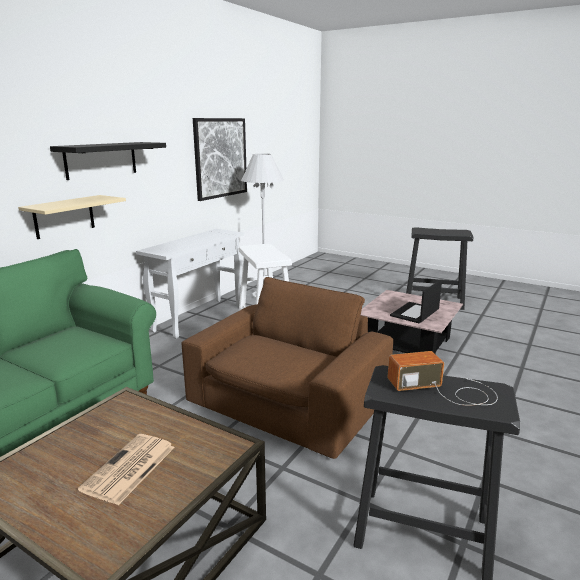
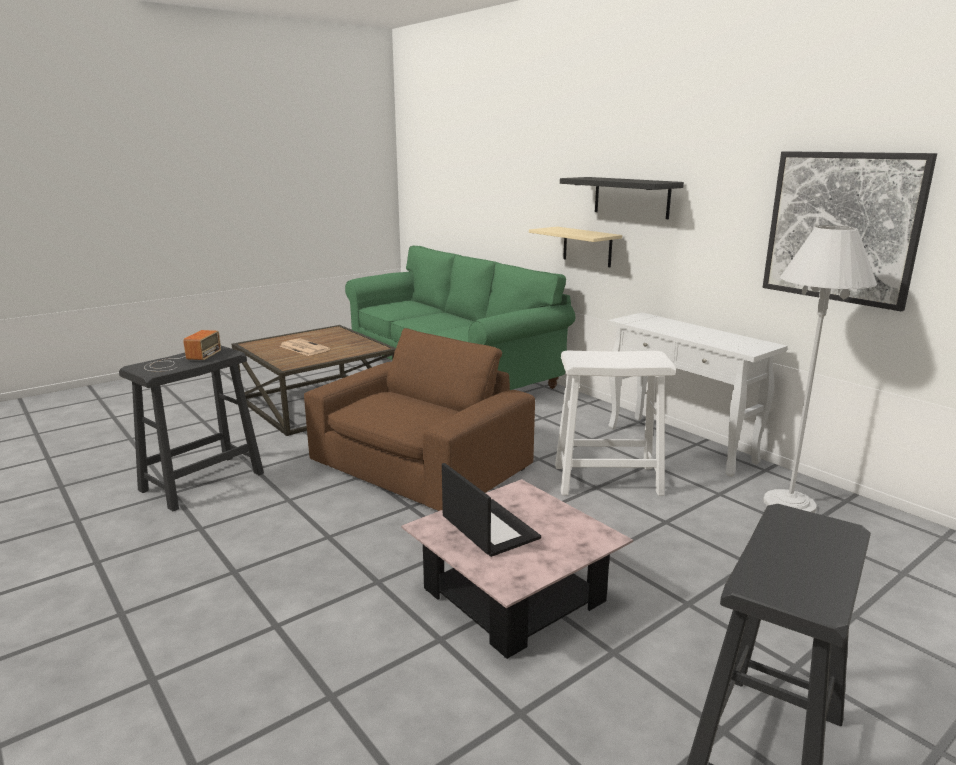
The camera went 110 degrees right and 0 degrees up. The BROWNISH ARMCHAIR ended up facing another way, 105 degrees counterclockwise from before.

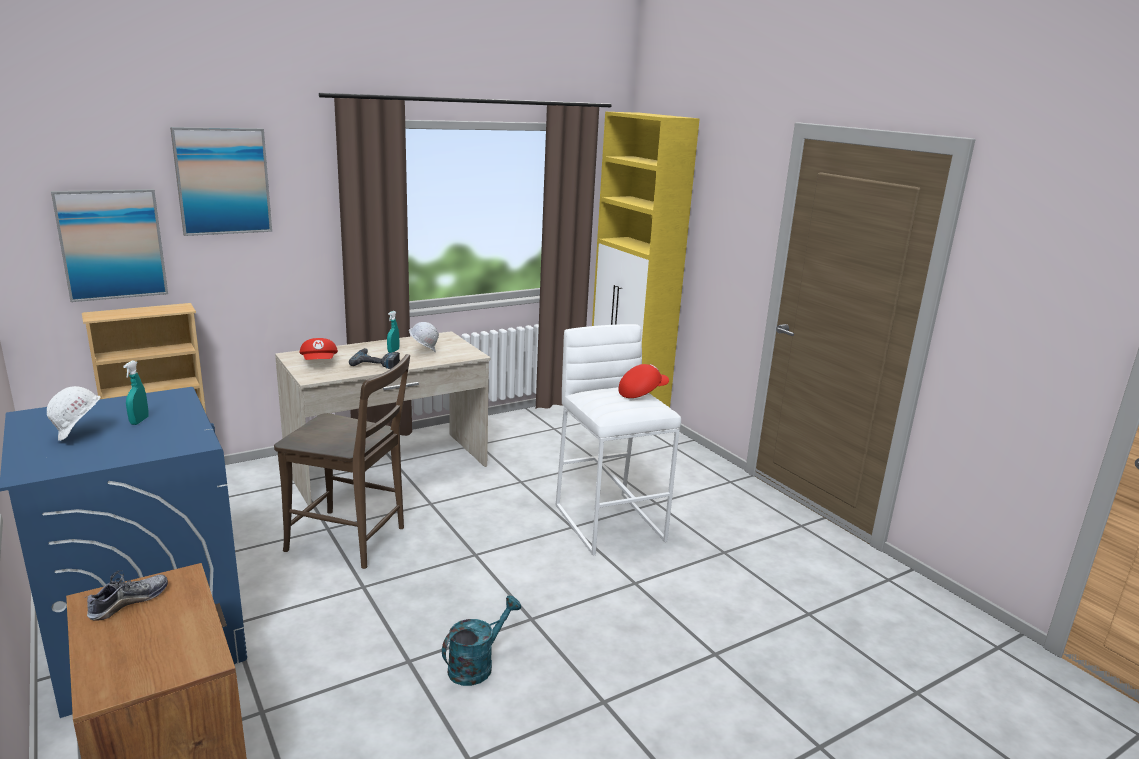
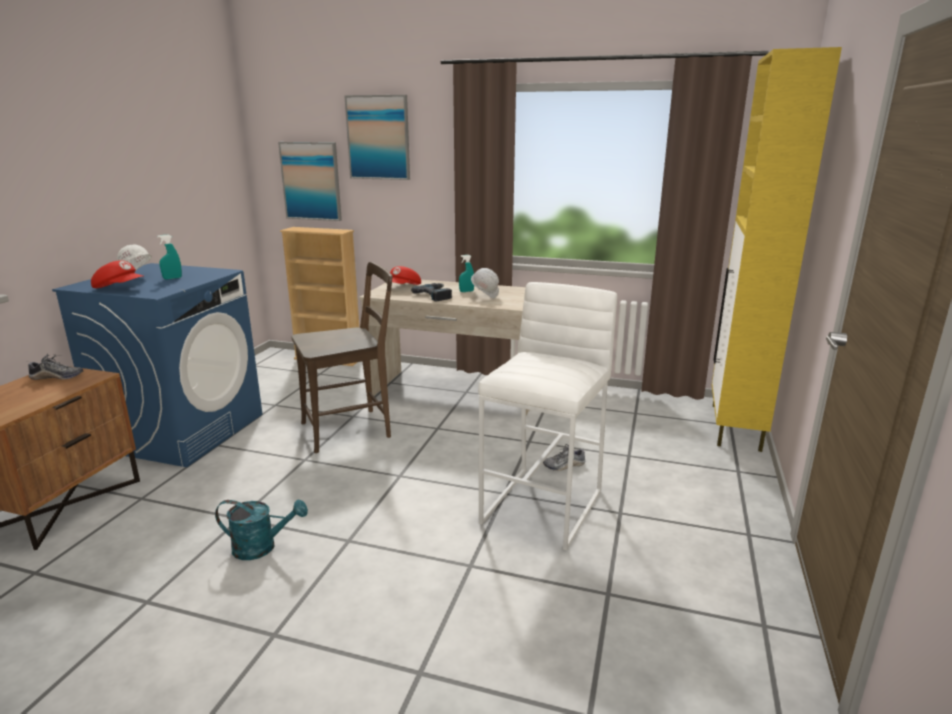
The camera went 50 degrees right and 0 degrees up. The second view gained the ITEM OF FOOTWEAR (2nd from left). The RED-COLOURED CAP (2nd from left in the first image) ended up elsewhere. The BROWNISH PLAIN CHAIR ended up facing another way, 90 degrees counterclockwise from before.

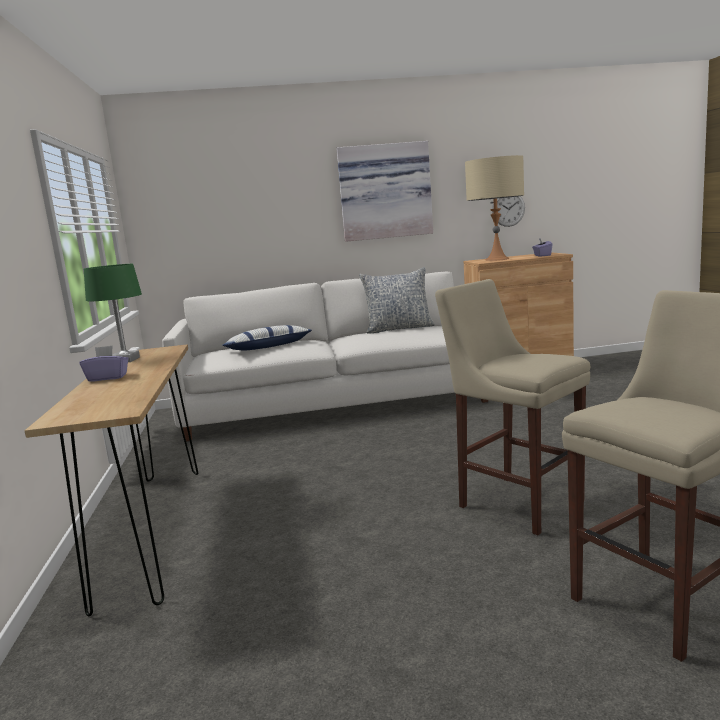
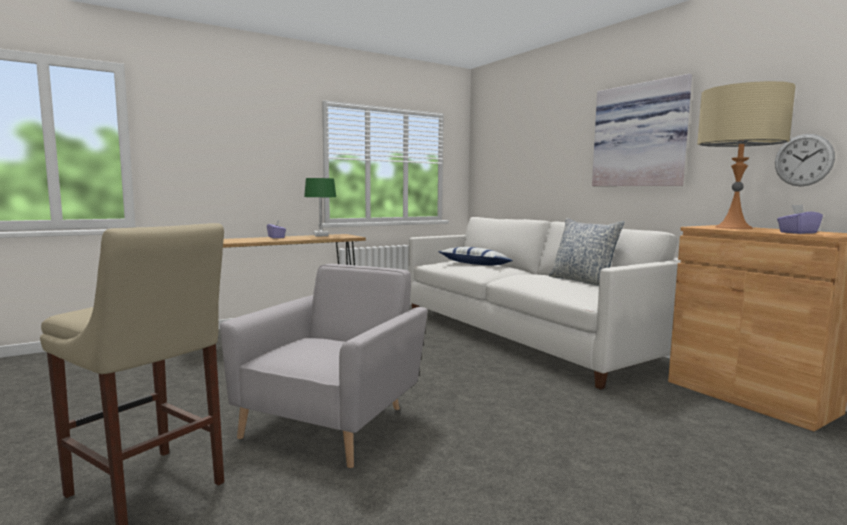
The camera went 65 degrees right and 5 degrees down. Where the BEIGE STOOL (1st from left) stood, the GRAY ARMCHAIR came to stand.

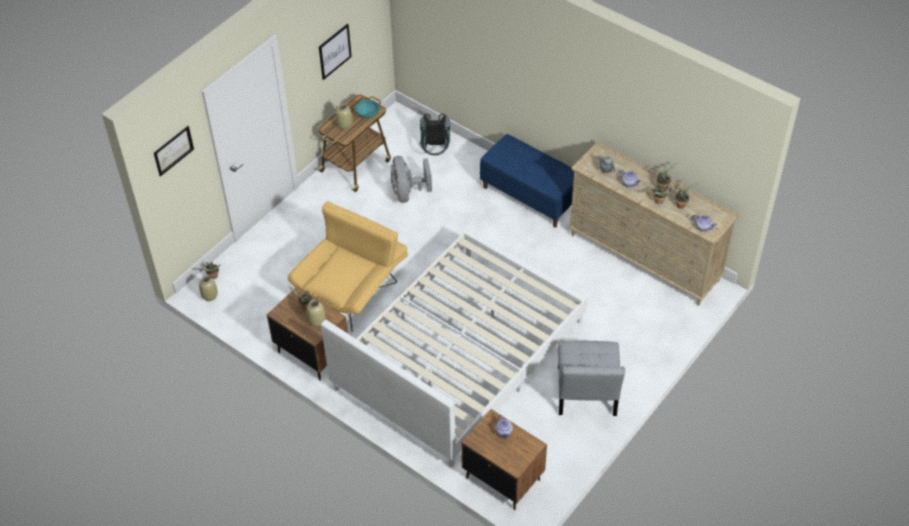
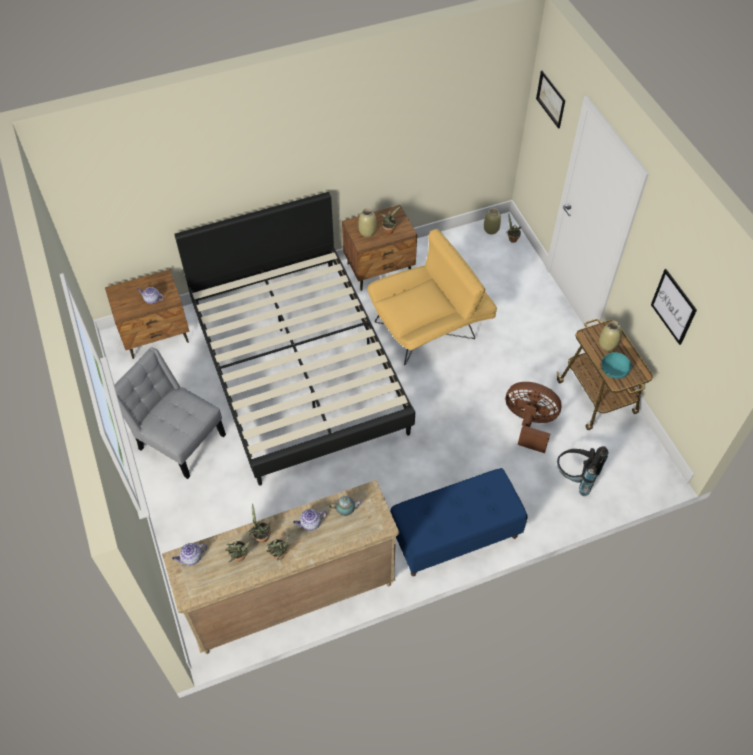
The camera went 120 degrees right and 5 degrees up. What was the WHITE-COLOURED BEDROOM BED turned into the BLACKISH BEDROOM BED. What was the GRAY COOLING FAN turned into the BROWNISH COOLING FAN. The YELLOW-COLOURED ARMCHAIR ended up facing another way, 90 degrees counterclockwise from before.

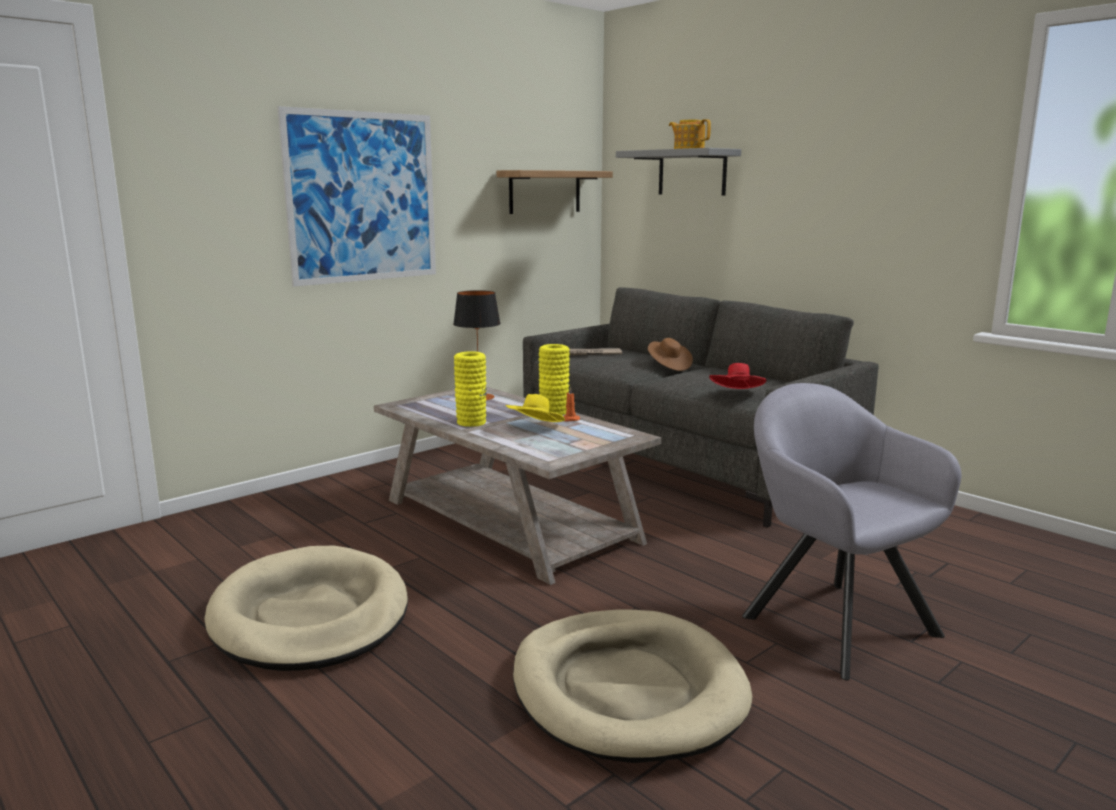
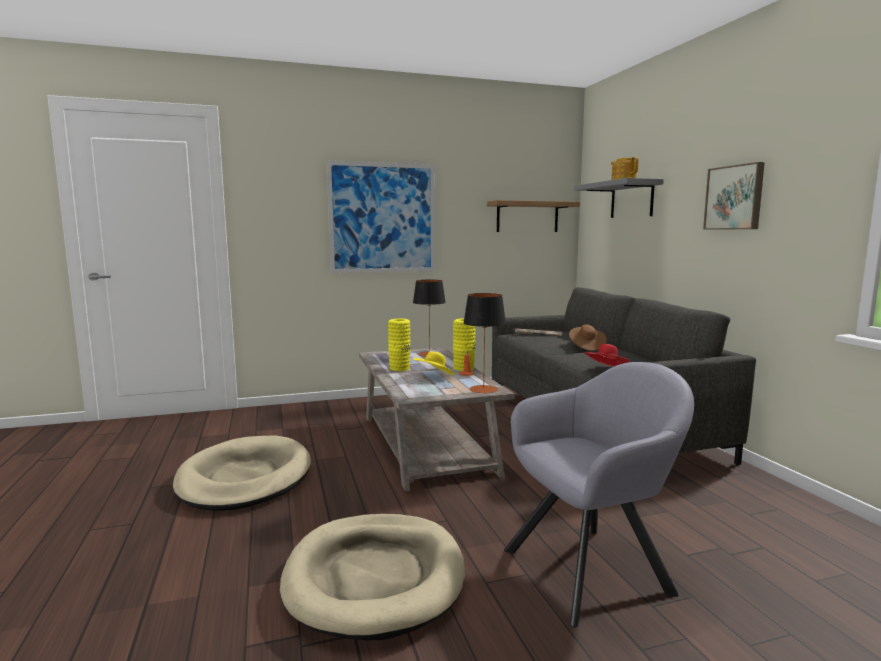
The camera went 25 degrees right and 5 degrees down. The second view gained the TABLE LAMP (2nd from left). The second view gained the PICTURE (2nd from left). The GRAY ARMCHAIR ended up facing another way, 75 degrees clockwise from before.

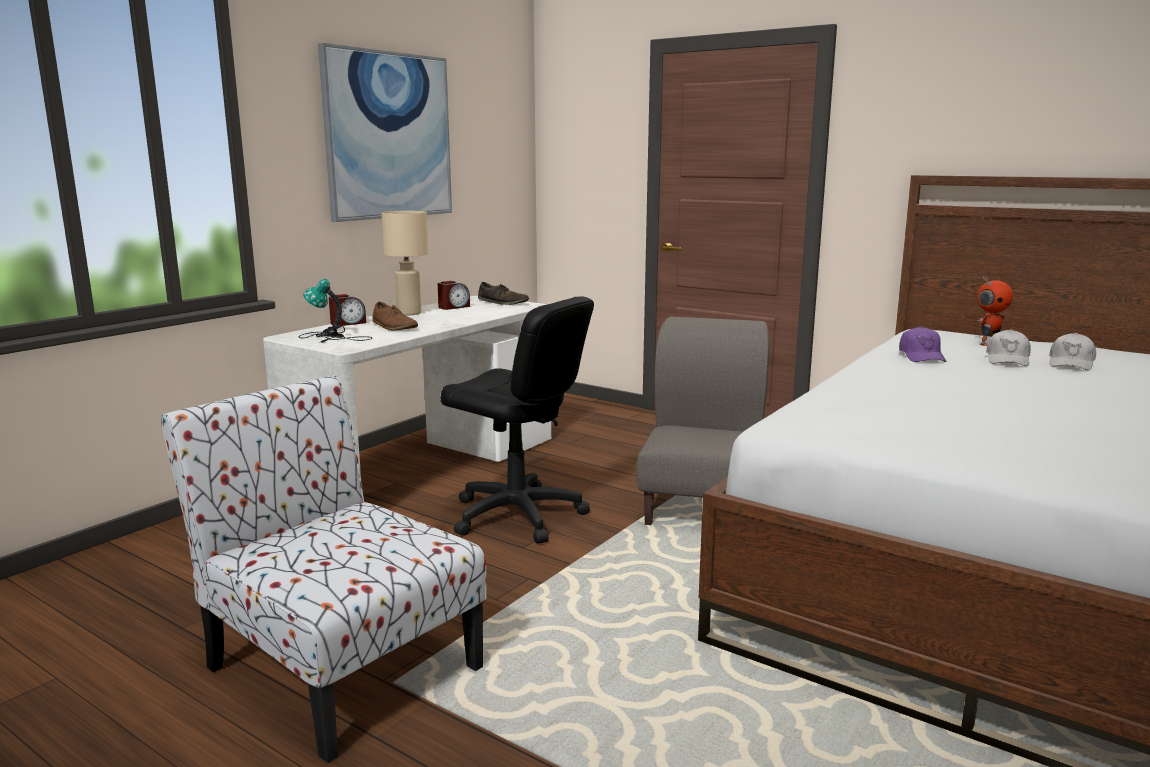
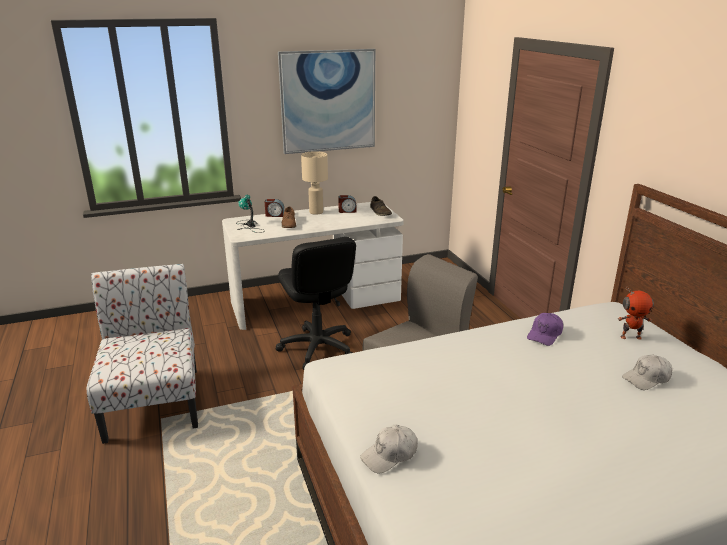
The camera went 35 degrees right and 10 degrees up. The WHITE-COLOURED CAP (1st from left) ended up elsewhere.

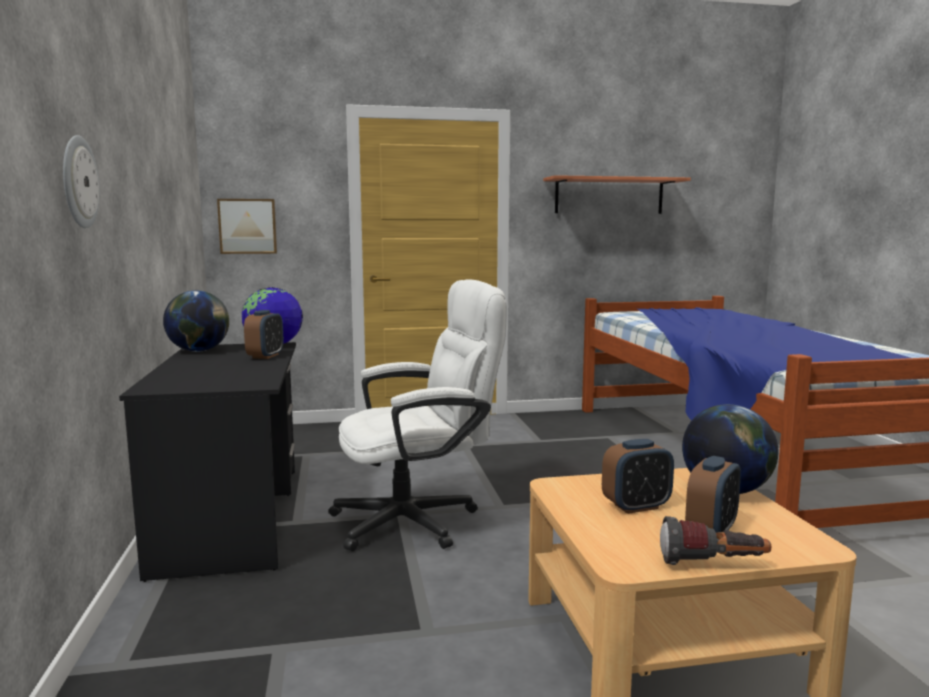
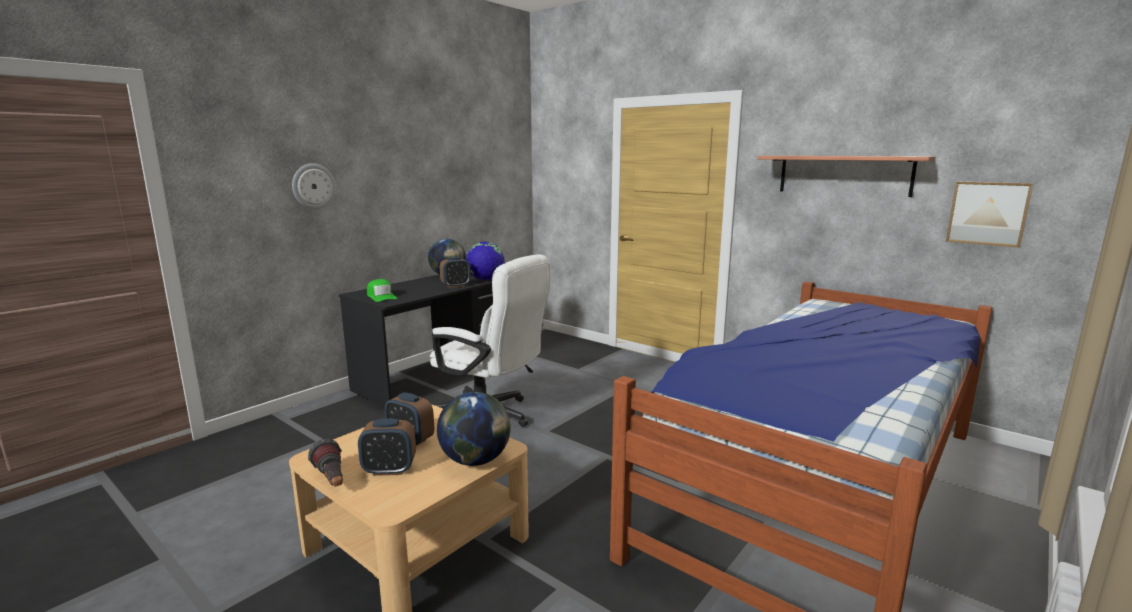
The camera went 50 degrees right and 5 degrees up. The second view gained the GREENISH CAP. The PICTURE ended up elsewhere.

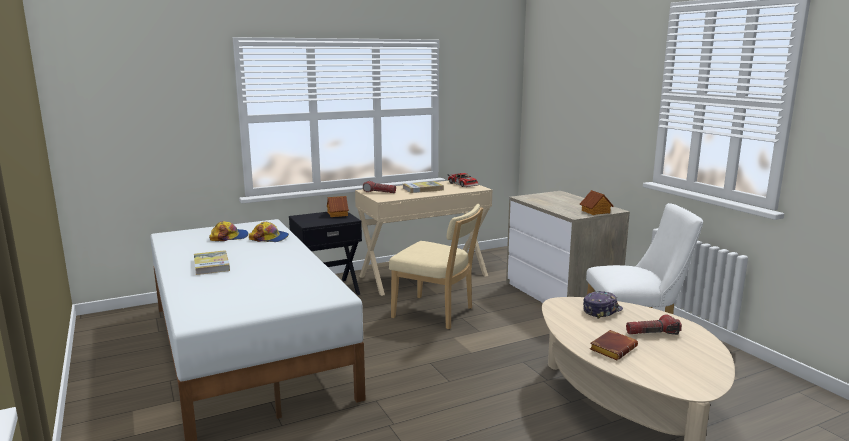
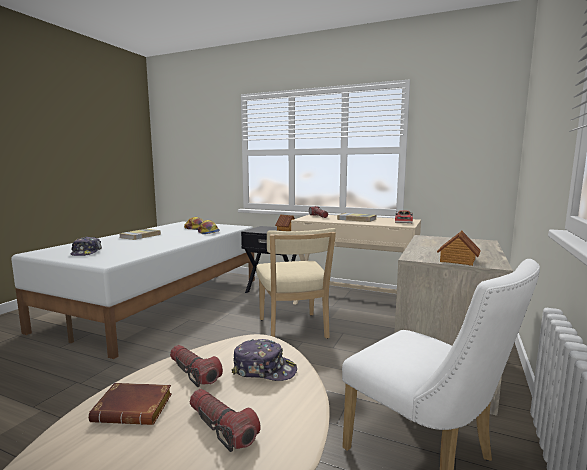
The camera went 50 degrees right and 5 degrees down. The second view gained the CAP (1st from left). The second view gained the TORCH (1st from left).

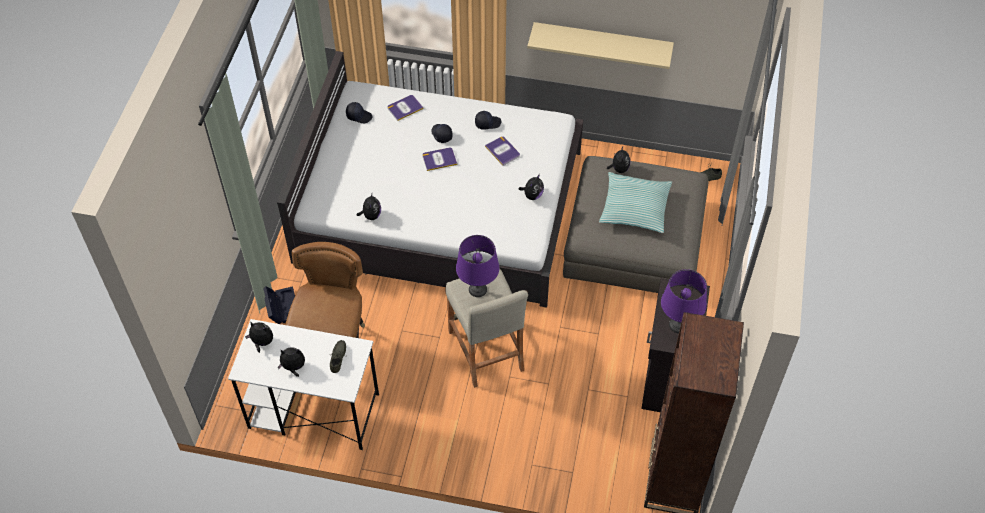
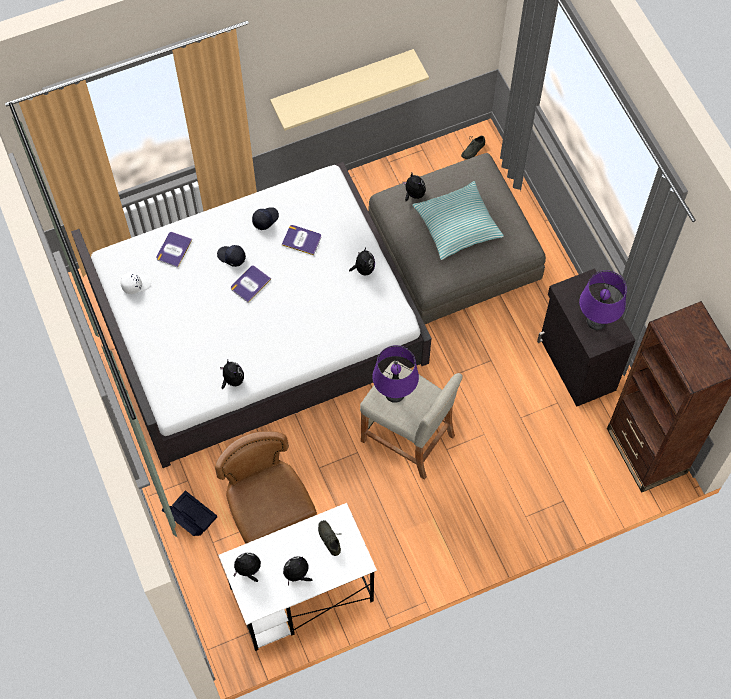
The camera went 35 degrees left and 10 degrees up. What was the BLACKISH CAP (1st from left) turned into the WHITE-COLOURED CAP.

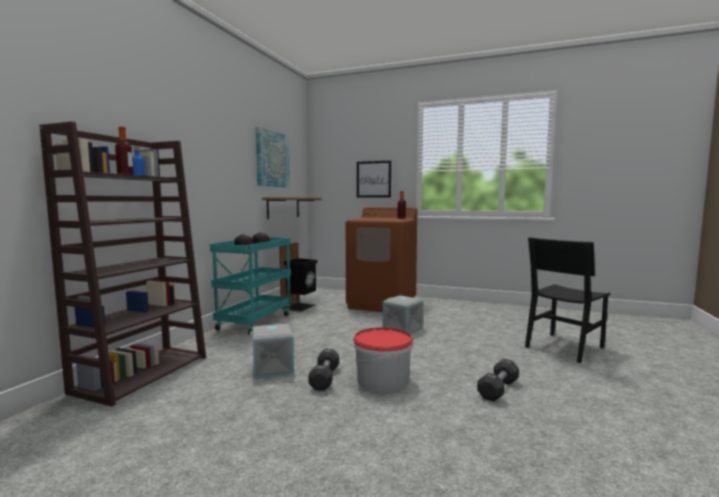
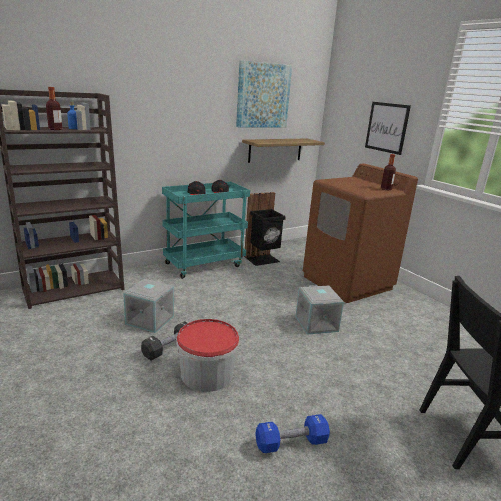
The camera went 35 degrees right and 15 degrees up. What was the BLACKISH HAND WEIGHT (2nd from left) turned into the BLUE HAND WEIGHT.

